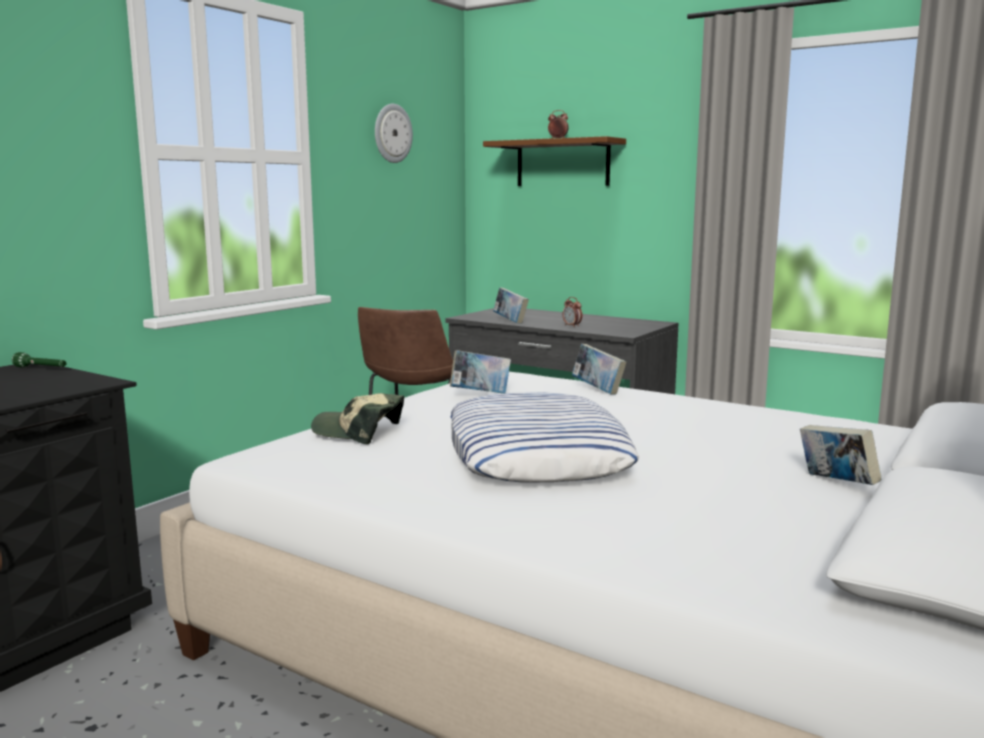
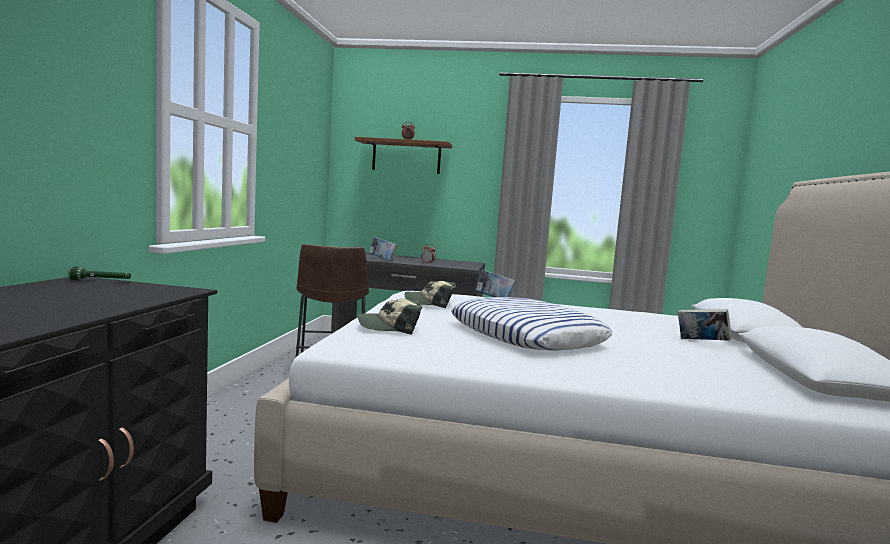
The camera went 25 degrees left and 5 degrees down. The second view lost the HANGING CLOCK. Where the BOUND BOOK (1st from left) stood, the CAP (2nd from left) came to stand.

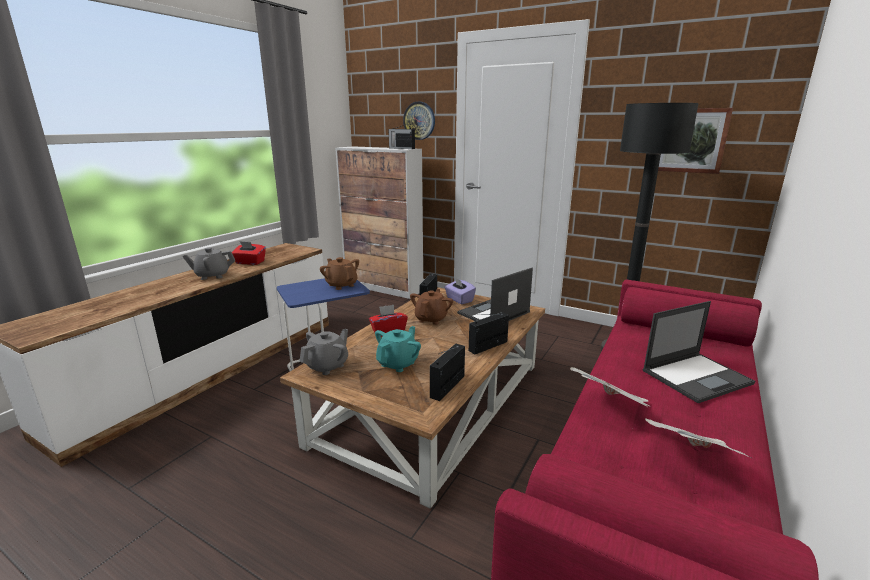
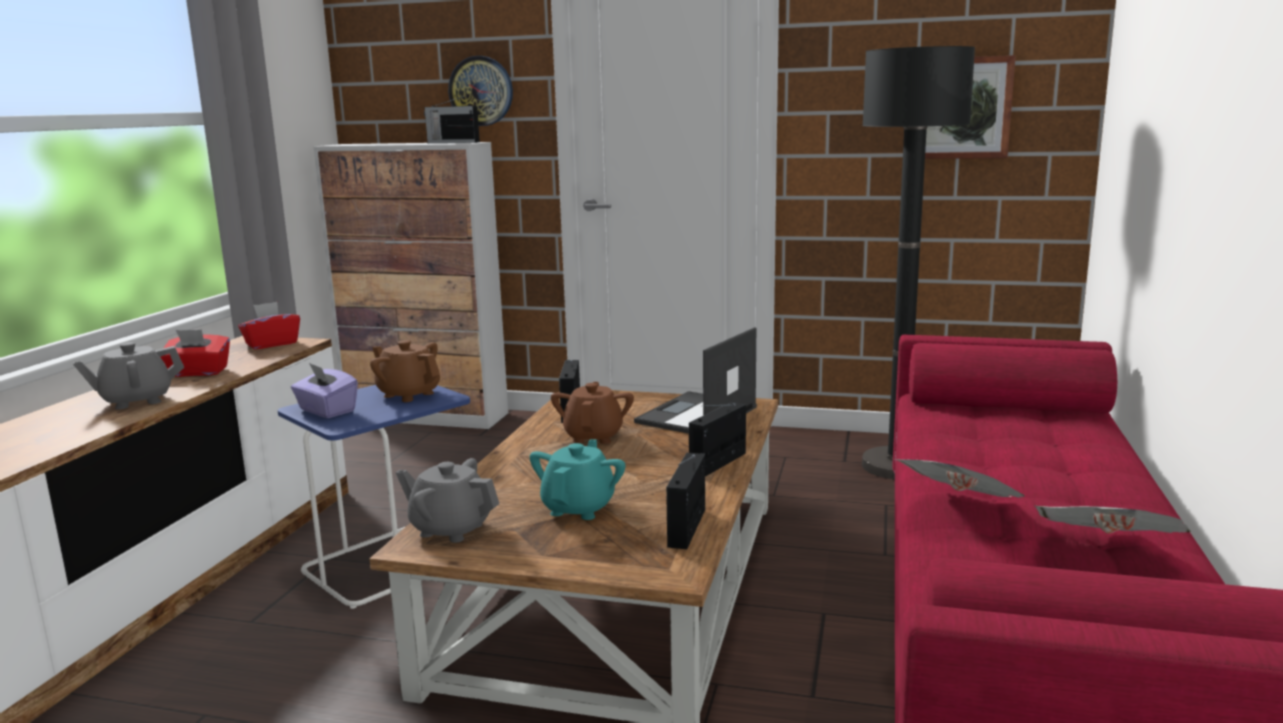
The camera went 15 degrees left and 5 degrees down. The second view lost the NOTEBOOK COMPUTER (2nd from left). The RED-COLOURED BOX OF TISSUES (2nd from left) ended up elsewhere. The PURPLISH BOX OF TISSUES ended up elsewhere. The GRAY TEAPOT (2nd from left) ended up facing another way, 90 degrees counterclockwise from before.

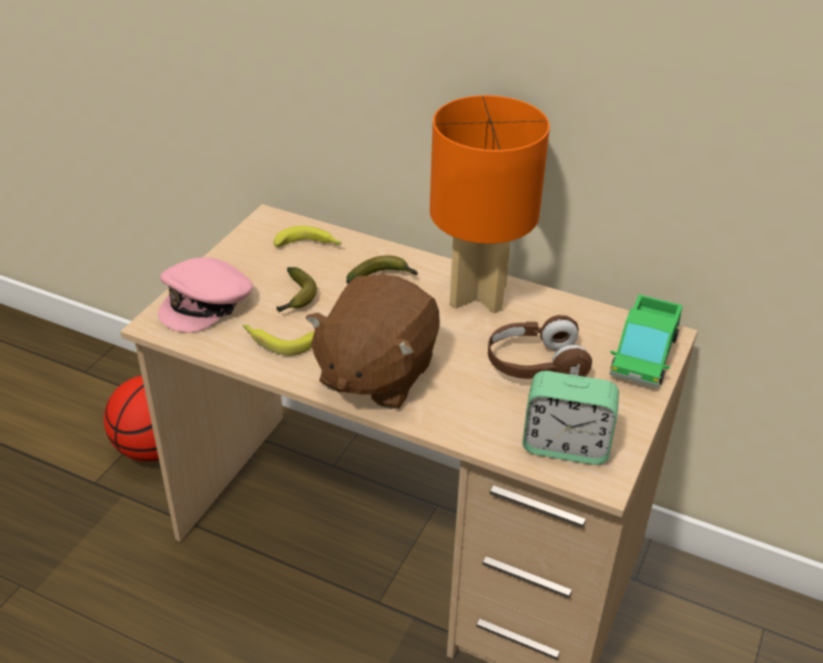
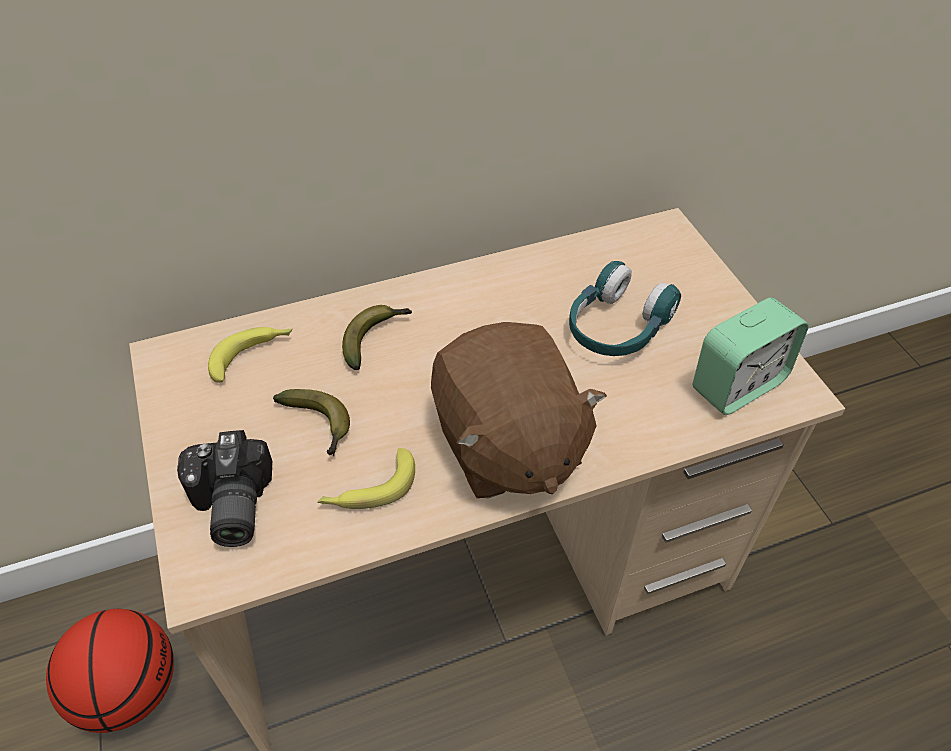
The camera went 45 degrees left and 10 degrees up. The second view lost the ORANGE TABLE LAMP. The second view lost the TOY LORRY. Where the PINK-COLOURED CAP stood, the PHOTO CAMERA came to stand. What was the BROWNISH PAIR OF HEADPHONES turned into the BLUE-GREEN PAIR OF HEADPHONES.

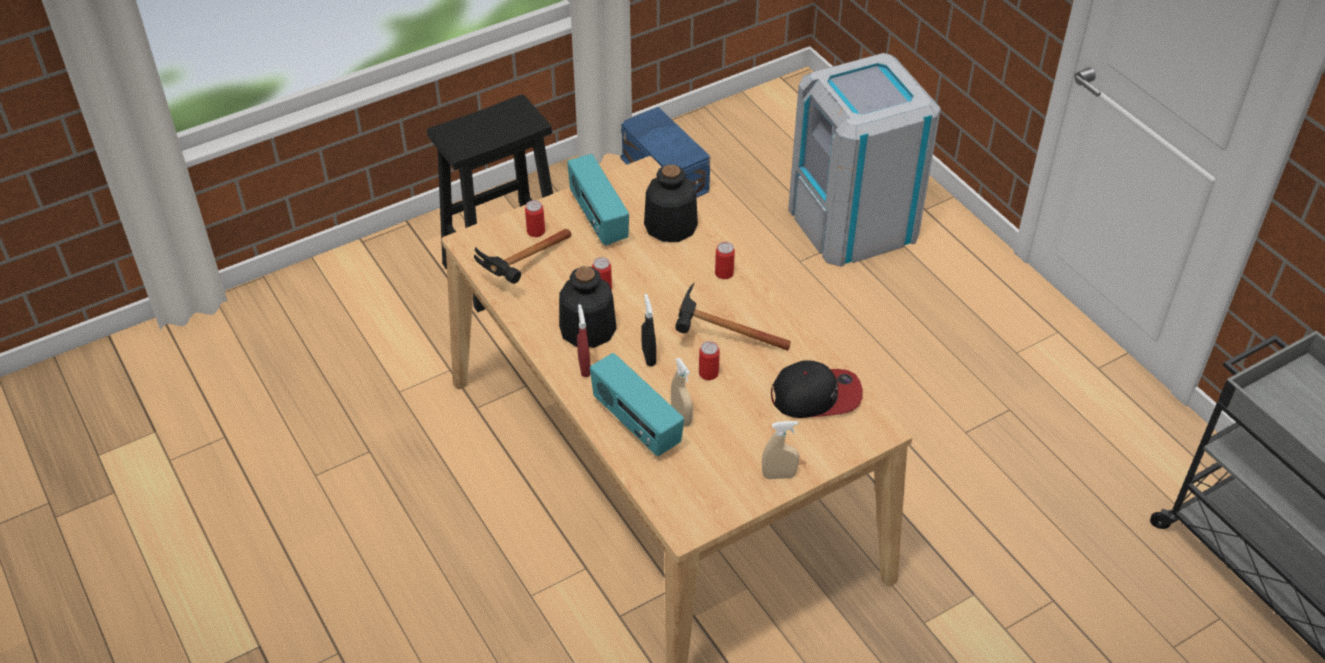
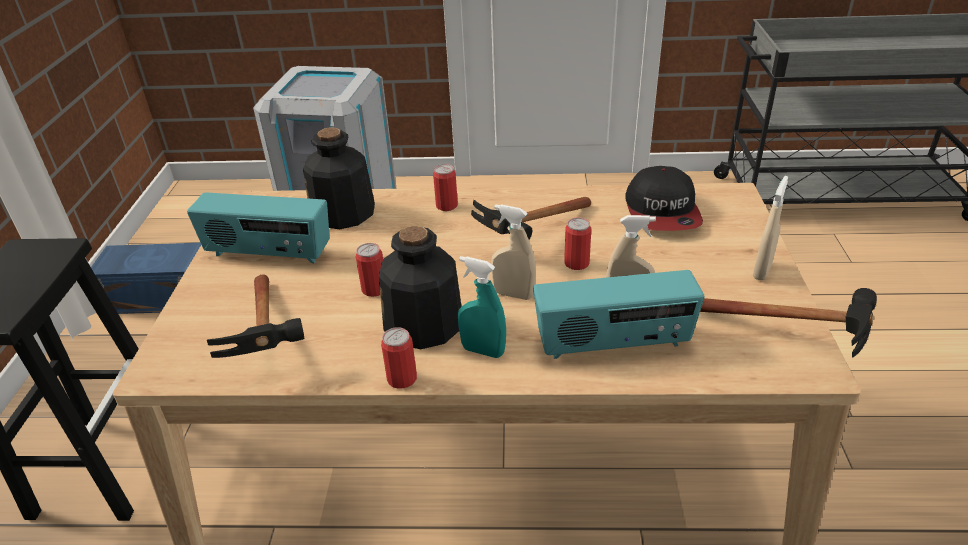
The camera went 55 degrees left and 10 degrees down. The second view gained the HAMMER (3rd from left). The CAN (1st from left in the first image) ended up elsewhere. What was the RED-COLOURED HAND SPRAYER turned into the BLUE-GREEN HAND SPRAYER. What was the BLACKISH HAND SPRAYER turned into the BEIGE HAND SPRAYER (1st from left). The CAP ended up facing another way, 150 degrees clockwise from before.

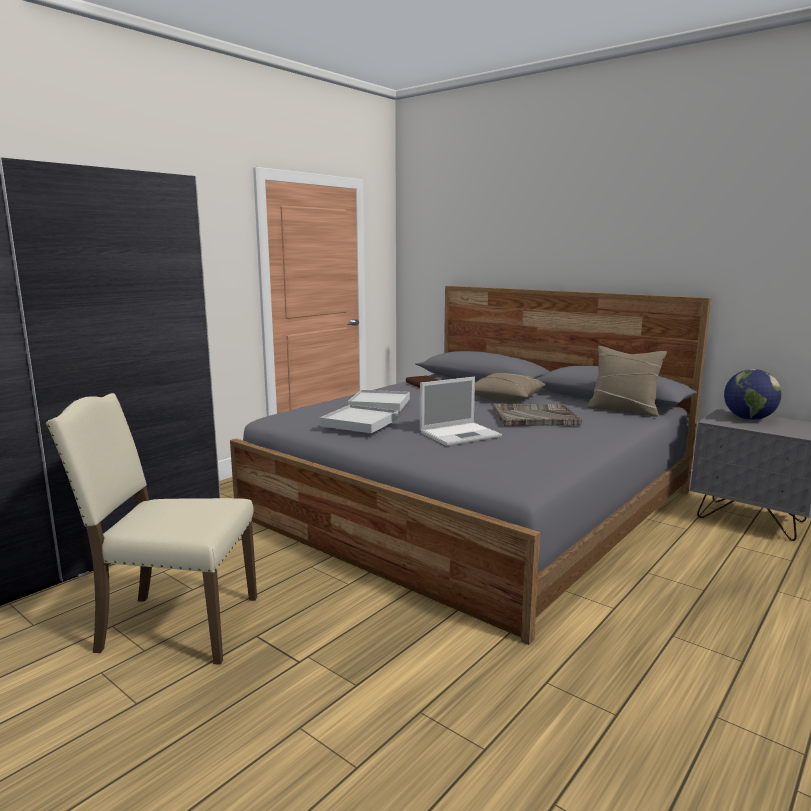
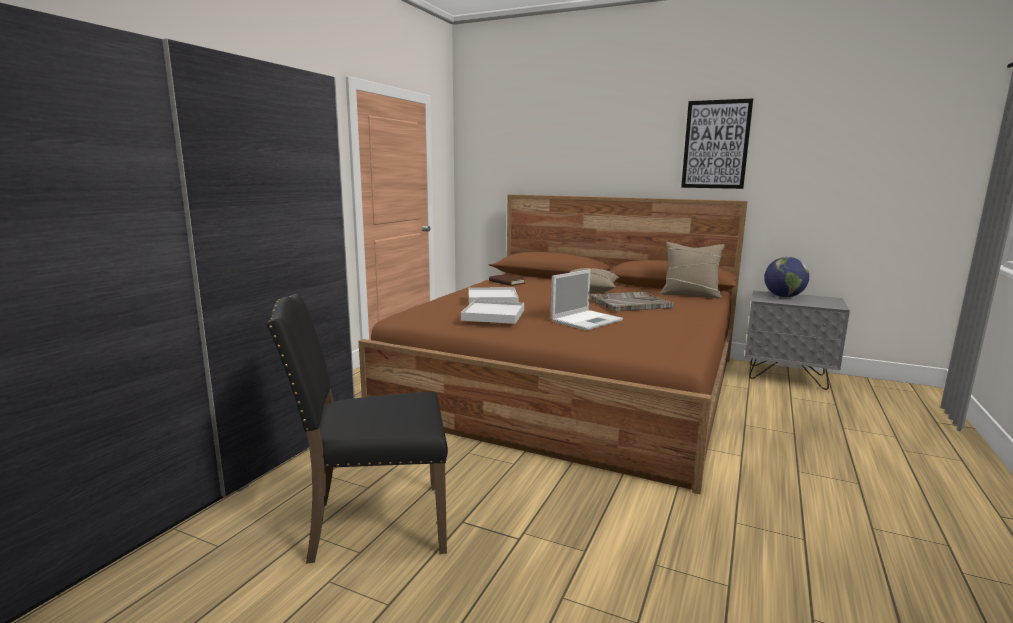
The camera went 15 degrees left and 0 degrees up. The second view gained the PICTURE. What was the BEIGE PLAIN CHAIR turned into the BLACKISH PLAIN CHAIR. What was the GRAY BEDROOM BED turned into the BROWNISH BEDROOM BED.

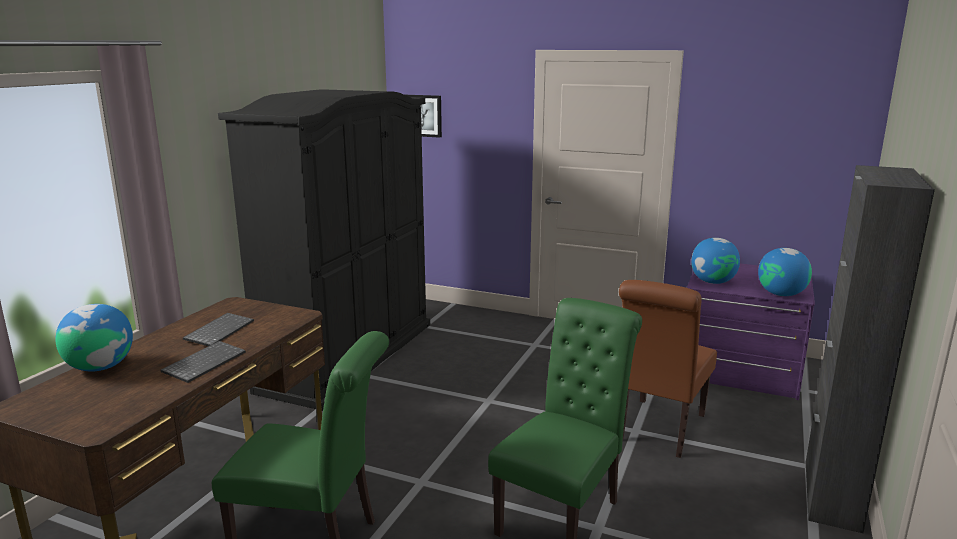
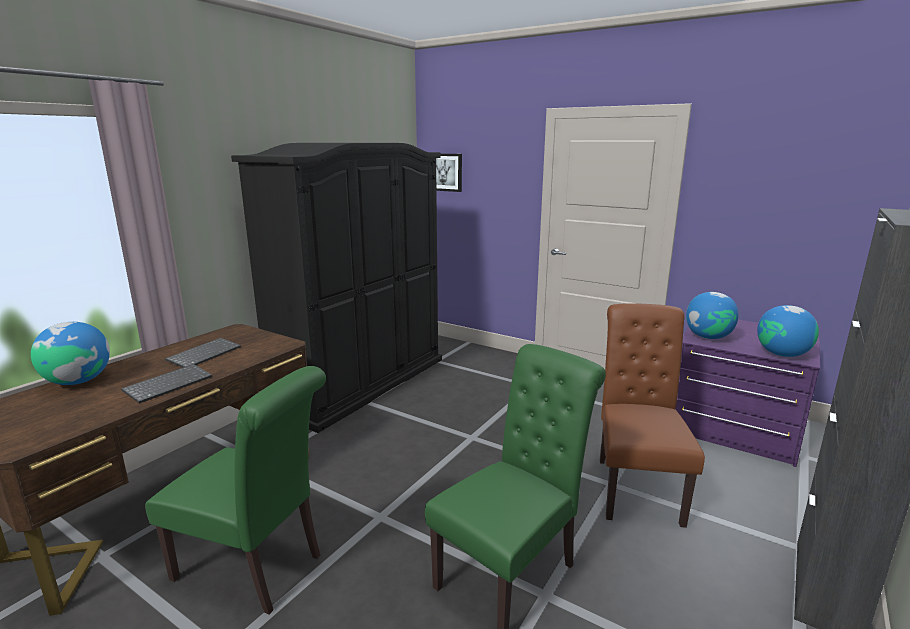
The camera went 10 degrees right and 0 degrees up. The BROWNISH PLAIN CHAIR ended up facing another way, 150 degrees clockwise from before.

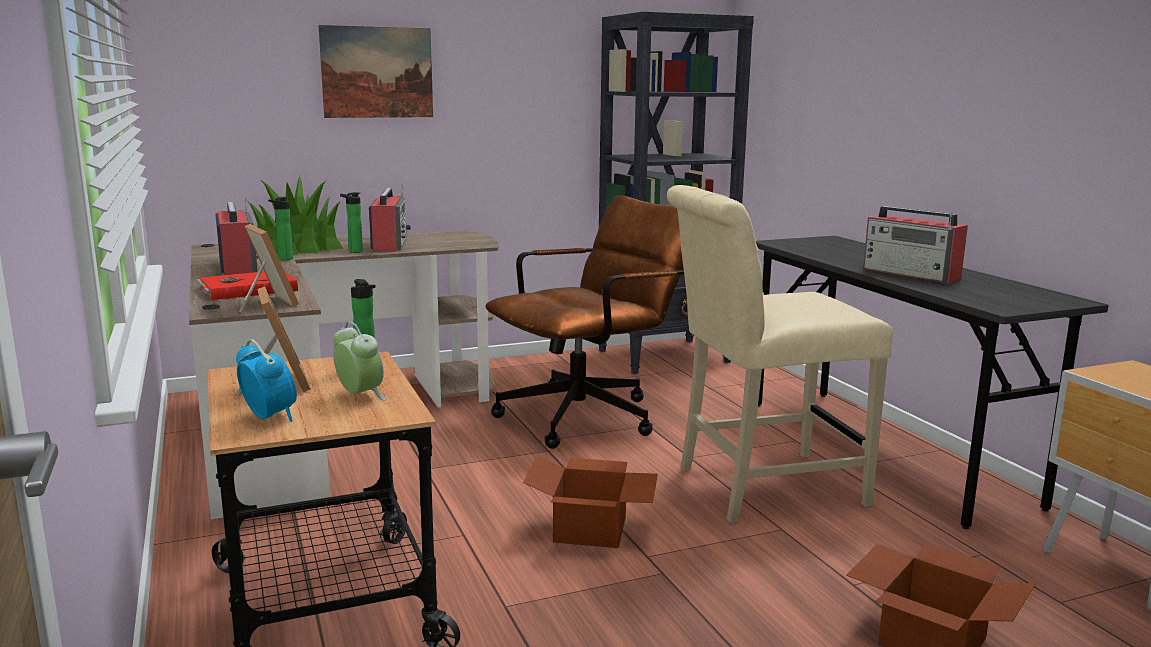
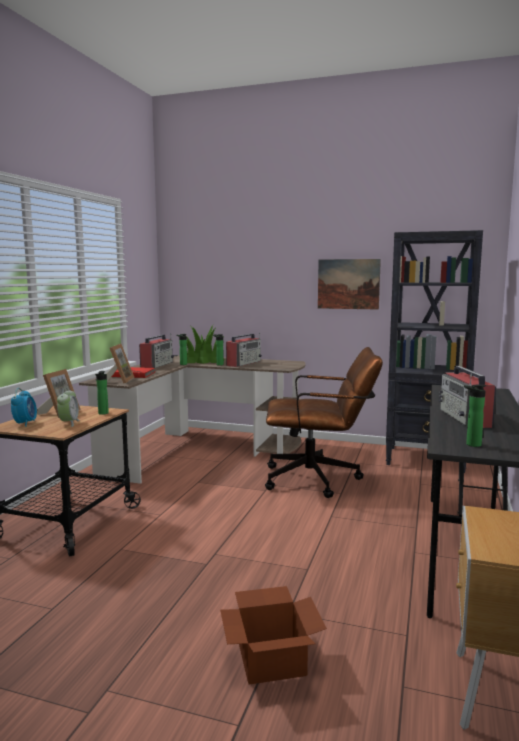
The camera went 40 degrees right and 5 degrees down. The second view lost the PACKING BOX (1st from left). The second view lost the BEIGE PLAIN CHAIR. The second view gained the BEVERAGE BOTTLE (4th from left). The PICTURE ended up elsewhere.

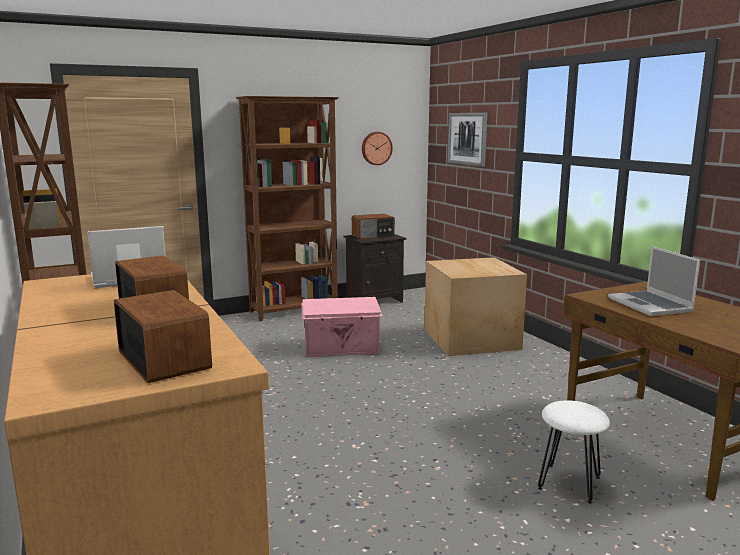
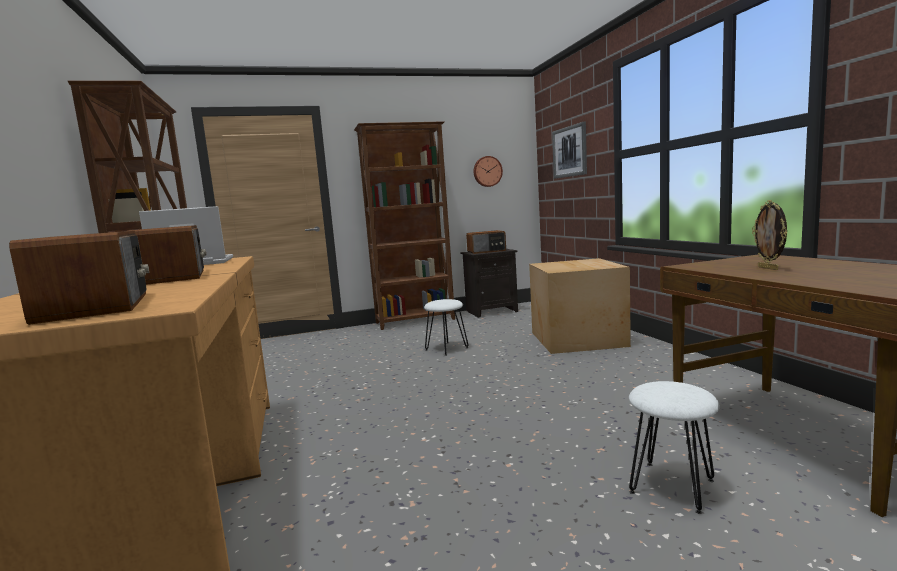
The camera went 10 degrees right and 5 degrees down. Where the PINK-COLOURED STORAGE CONTAINER stood, the WHITE-COLOURED STOOL (1st from left) came to stand. Where the NOTEBOOK COMPUTER (2nd from left) stood, the PICTURE FRAME came to stand.

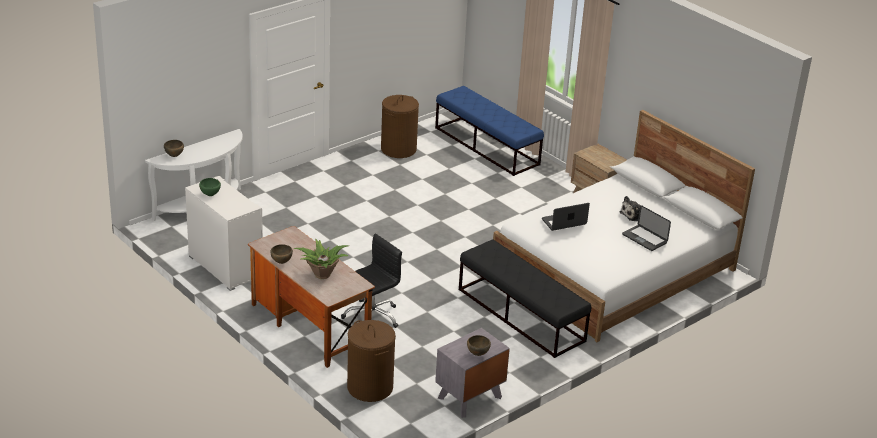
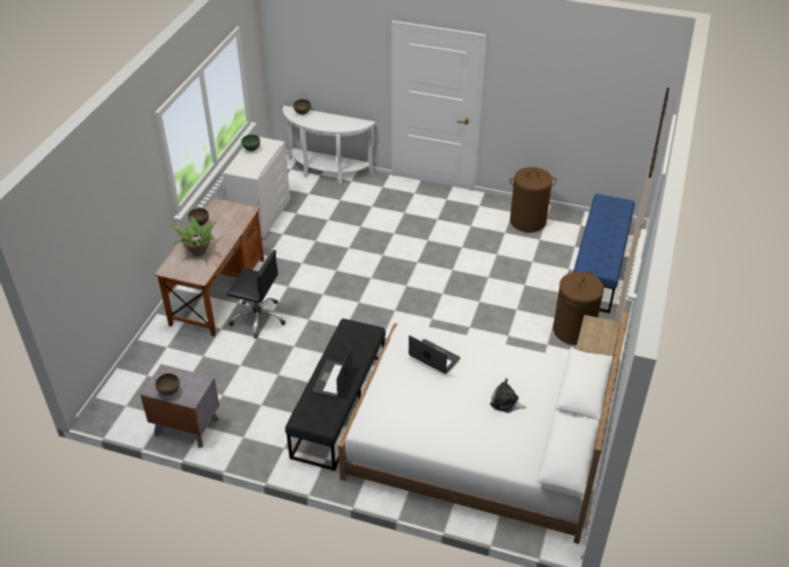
The camera went 60 degrees right and 10 degrees up. The BROWNISH WASHING BASKET (1st from left in the first image) ended up elsewhere. The NOTEBOOK COMPUTER (2nd from left in the first image) ended up elsewhere.

